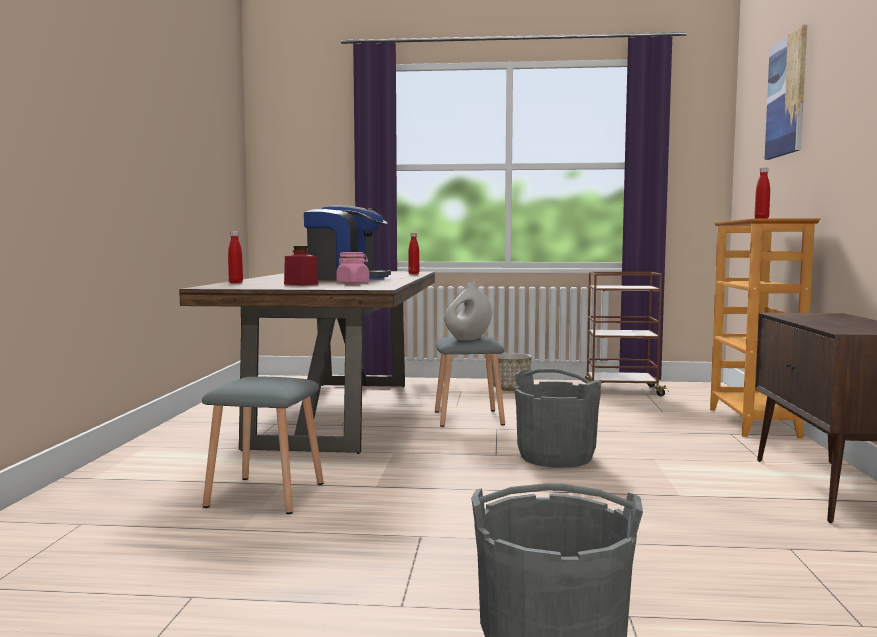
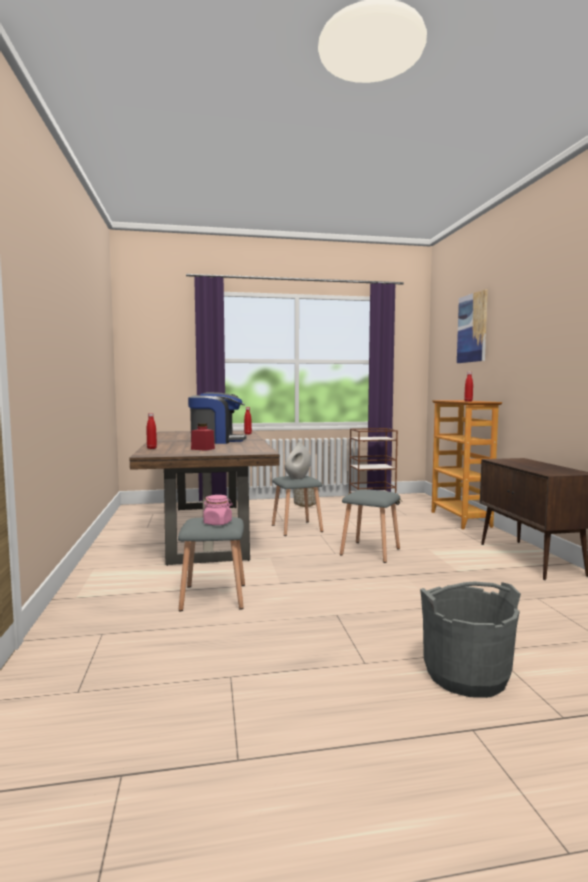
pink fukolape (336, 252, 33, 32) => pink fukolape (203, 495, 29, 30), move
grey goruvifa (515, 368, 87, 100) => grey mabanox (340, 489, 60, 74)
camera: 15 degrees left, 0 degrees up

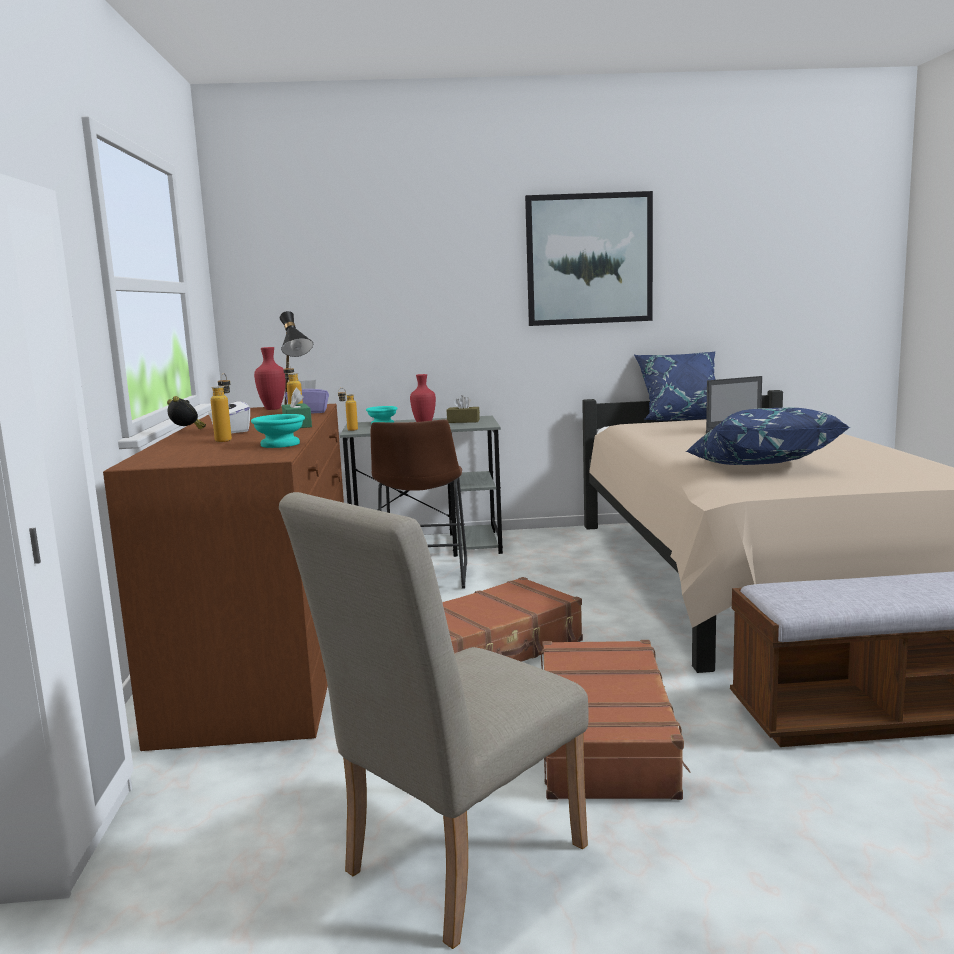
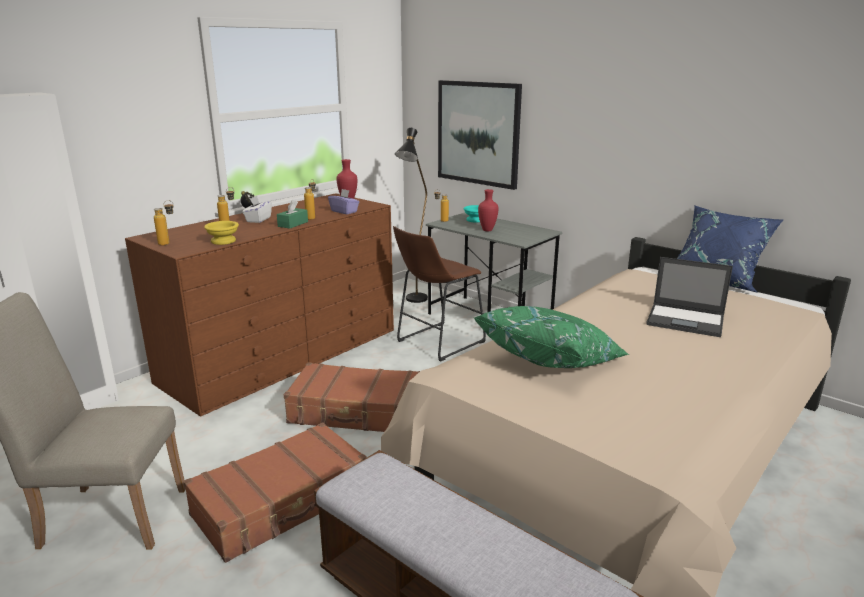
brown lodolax (447, 395, 33, 28) => nothing
nothing => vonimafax (154, 200, 20, 46)
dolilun (525, 191, 128, 135) => dolilun (438, 80, 84, 110), move
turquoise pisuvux (251, 414, 54, 34) => yellow pisuvux (204, 221, 35, 24)
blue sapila (686, 408, 164, 57) => green sapila (473, 306, 156, 62)
camera: 45 degrees right, 10 degrees up

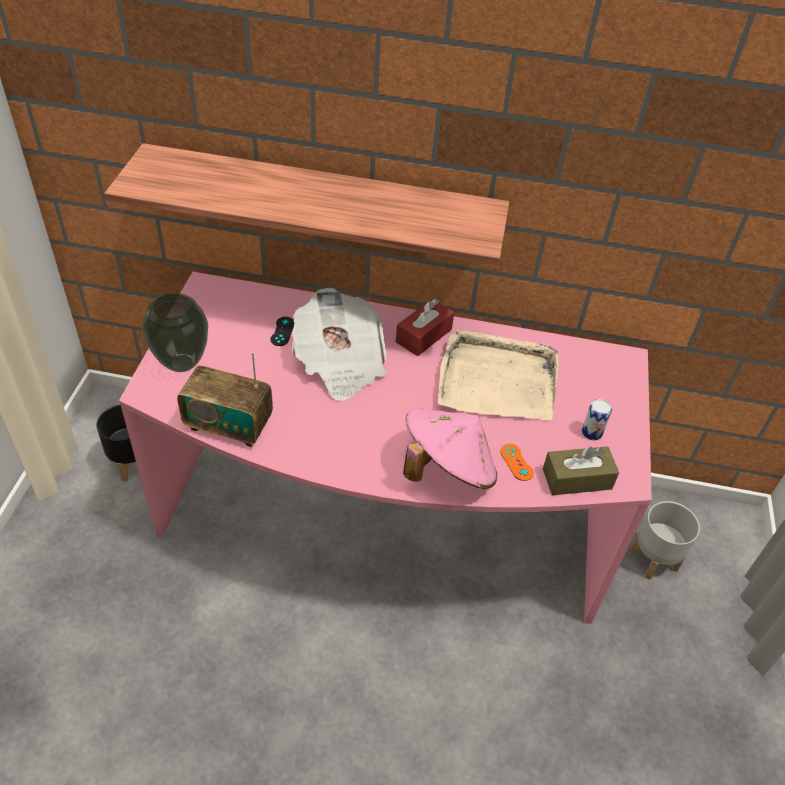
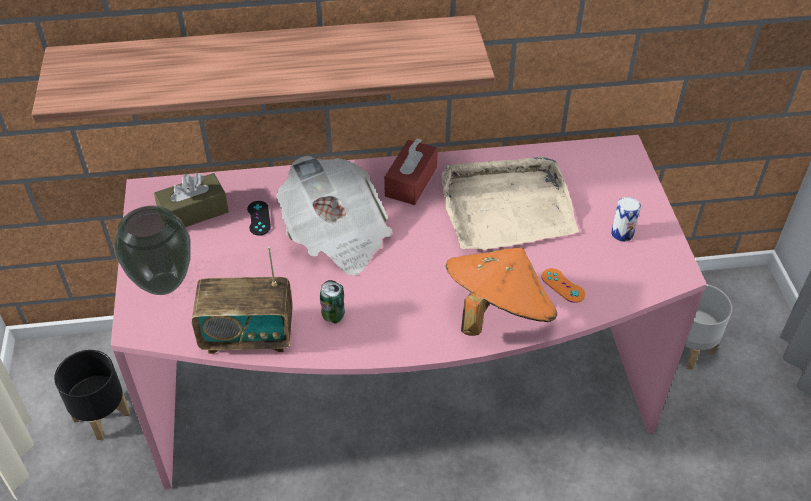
nothing => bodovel (320, 280, 25, 43)
brown lodolax (543, 446, 76, 49) => brown lodolax (154, 173, 75, 54), move
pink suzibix (403, 408, 94, 81) => orange suzibix (446, 247, 111, 89)
camera: 15 degrees left, 0 degrees up

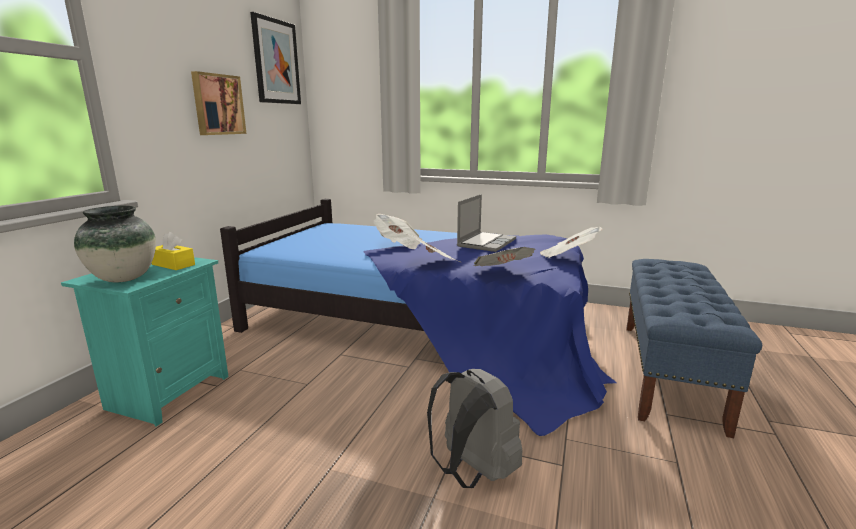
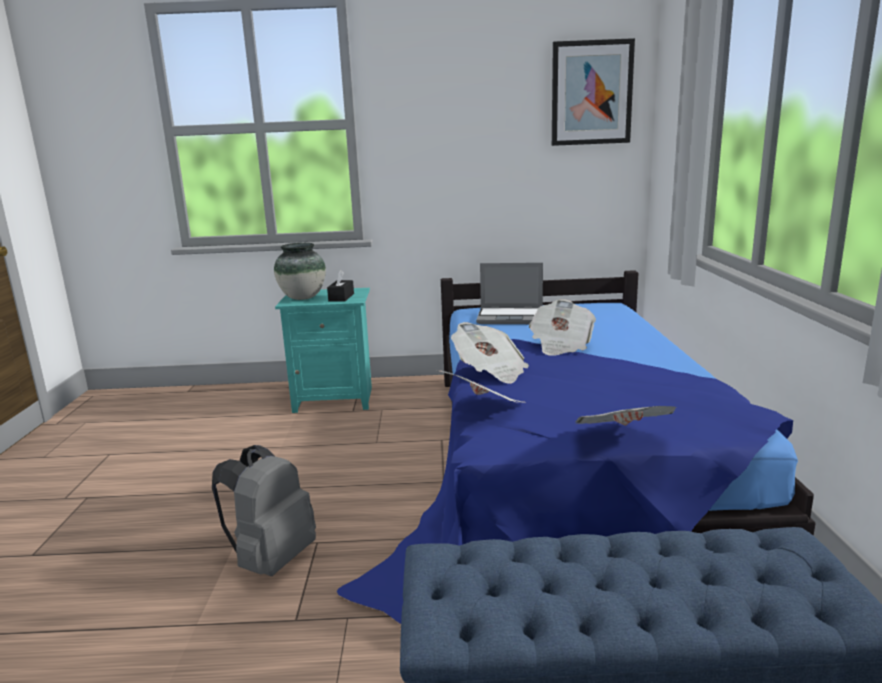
dolilun (191, 71, 55, 64) => nothing
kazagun (457, 194, 59, 58) => kazagun (476, 263, 67, 61), move
yellow lodolax (152, 232, 43, 38) => black lodolax (327, 270, 27, 32)
camera: 70 degrees right, 0 degrees up

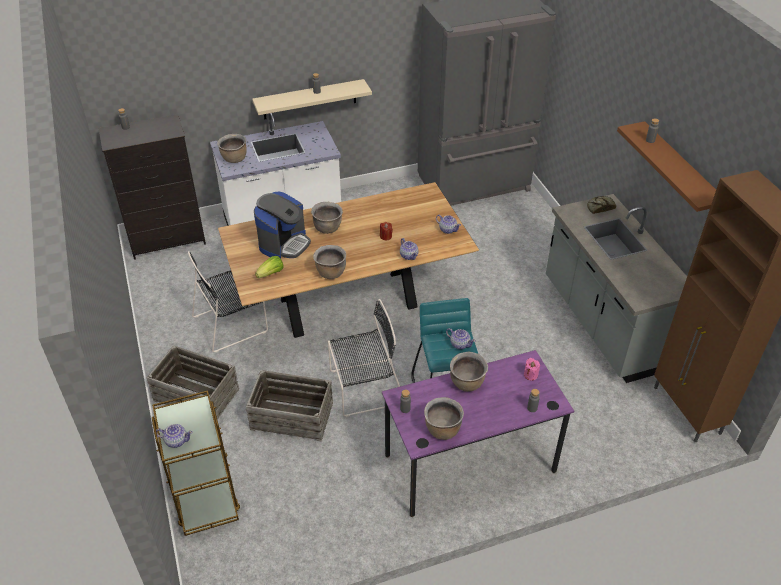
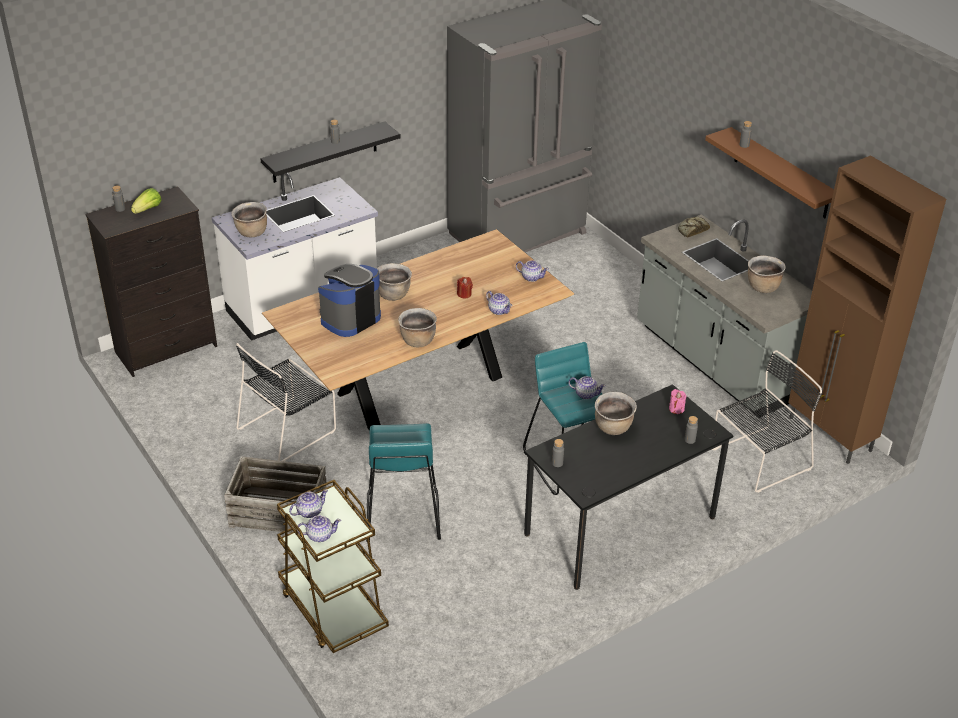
nothing => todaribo (289, 489, 39, 29)
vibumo (255, 256, 29, 22) => vibumo (131, 188, 31, 26), move
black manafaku (328, 299, 72, 118) => black manafaku (712, 350, 110, 143), move
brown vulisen (424, 397, 40, 43) => brown vulisen (748, 255, 38, 38), move
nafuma (246, 370, 87, 71) => turquoise mabanox (366, 423, 75, 119)
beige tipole (252, 79, 120, 40) => black tipole (260, 121, 141, 62)
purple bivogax (382, 350, 192, 167) => black bivogax (524, 384, 210, 206)
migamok (254, 191, 57, 68) => migamok (318, 264, 63, 73), 150 degrees counterclockwise
camera: 15 degrees left, 5 degrees down

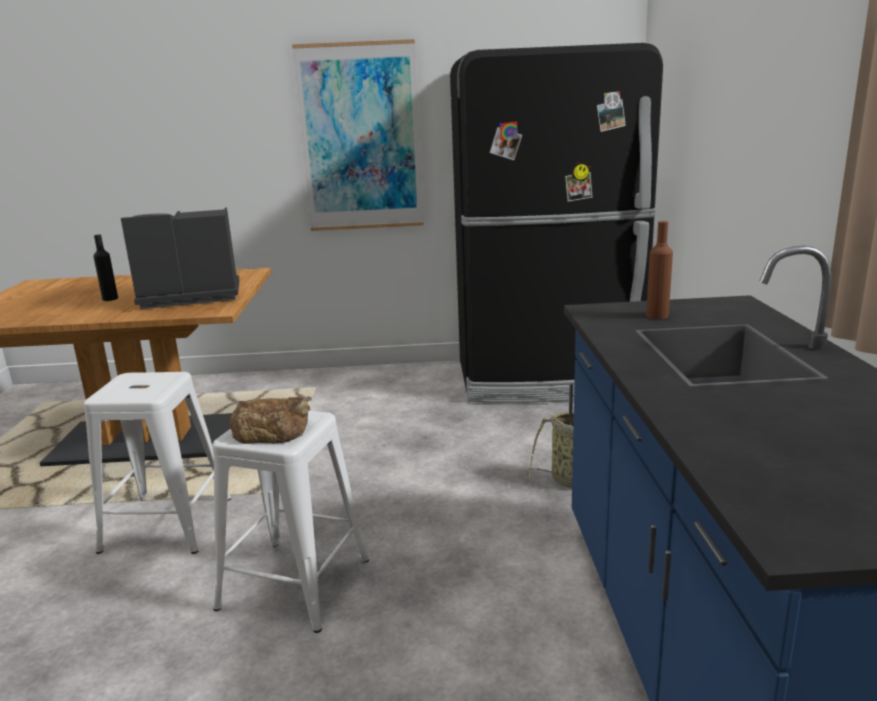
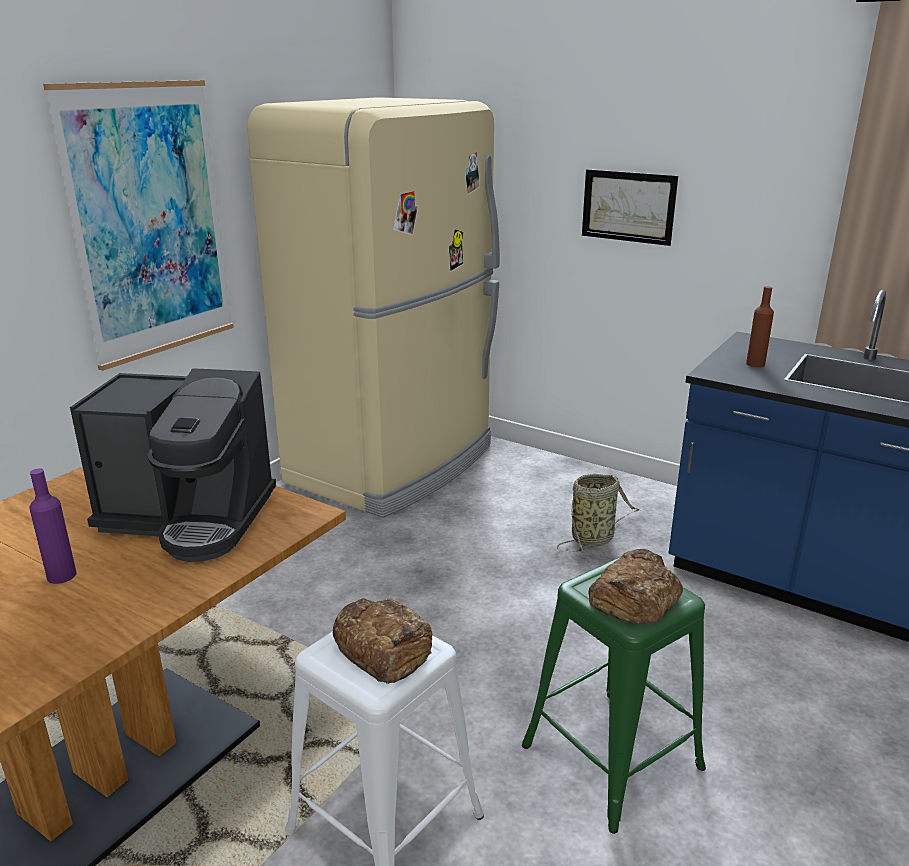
nothing => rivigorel (333, 598, 100, 86)
nothing => dolilun (582, 169, 96, 77)
black vonimafax (93, 235, 25, 66) => purple vonimafax (29, 468, 47, 116)
white mabanox (212, 411, 157, 222) => green mabanox (522, 556, 184, 278)
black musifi (450, 43, 213, 360) => beige musifi (247, 97, 253, 421)
migamok (121, 207, 118, 102) => migamok (70, 368, 206, 194), 105 degrees counterclockwise
camera: 55 degrees left, 5 degrees up

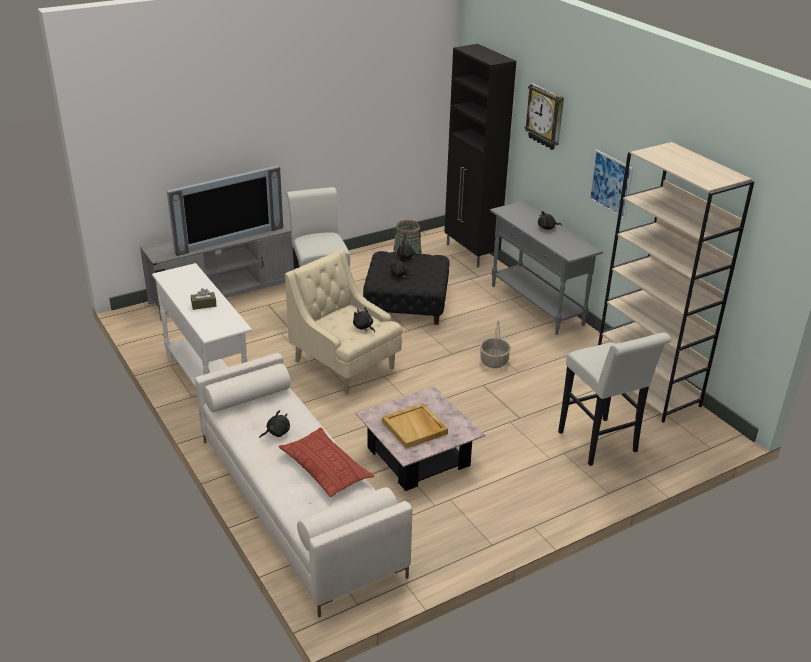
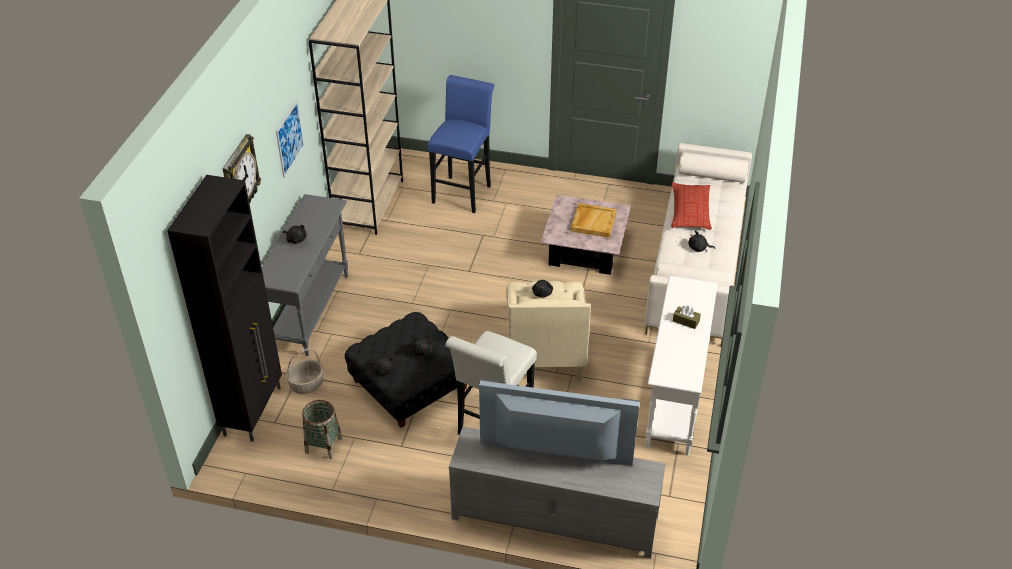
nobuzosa (480, 321, 31, 47) => nobuzosa (286, 349, 37, 45), move
white mabanox (558, 332, 113, 134) => blue mabanox (427, 75, 68, 138)
camera: 135 degrees left, 10 degrees up

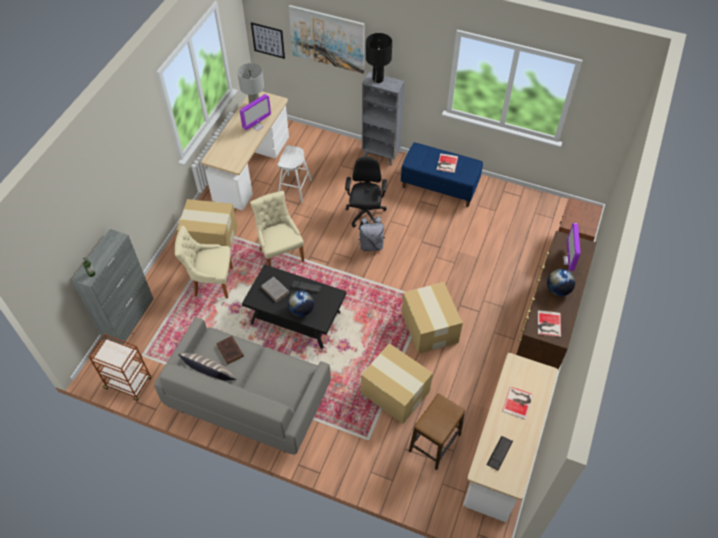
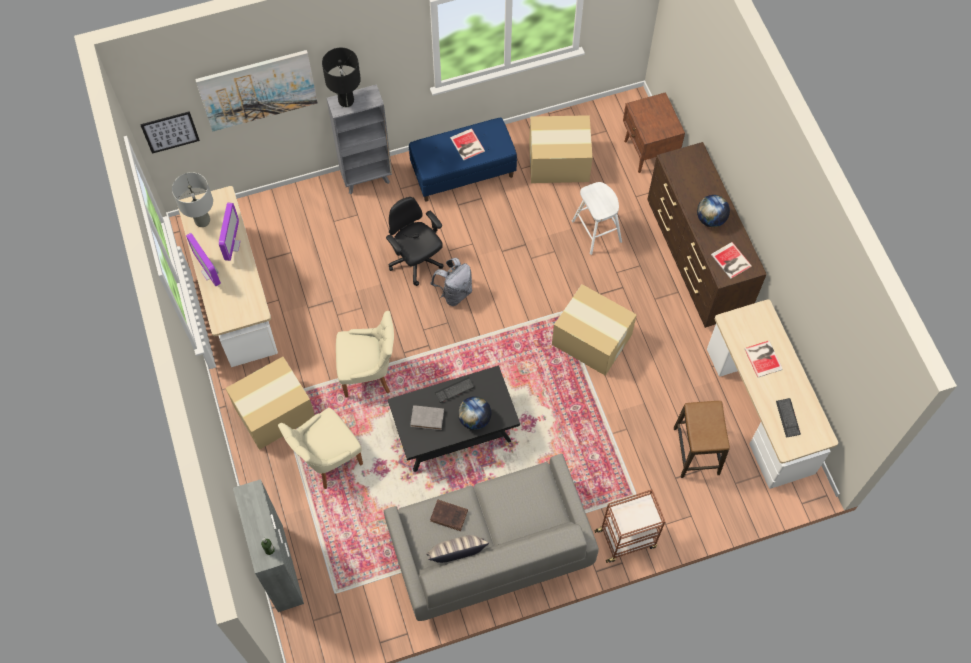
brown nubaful (88, 334, 64, 67) => brown nubaful (594, 489, 71, 74), move
white mabanox (277, 145, 35, 57) => white mabanox (572, 182, 50, 73), move
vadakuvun (361, 343, 72, 81) => vadakuvun (529, 115, 64, 68), move
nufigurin (563, 223, 17, 48) => nufigurin (186, 233, 35, 53), move
beige manafaku (250, 191, 54, 75) => beige manafaku (336, 311, 58, 86), 150 degrees clockwise
camera: 40 degrees left, 10 degrees up

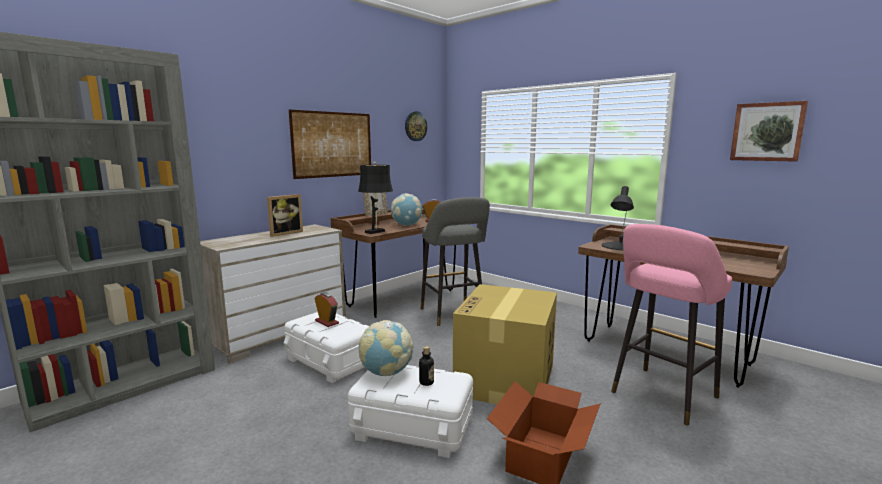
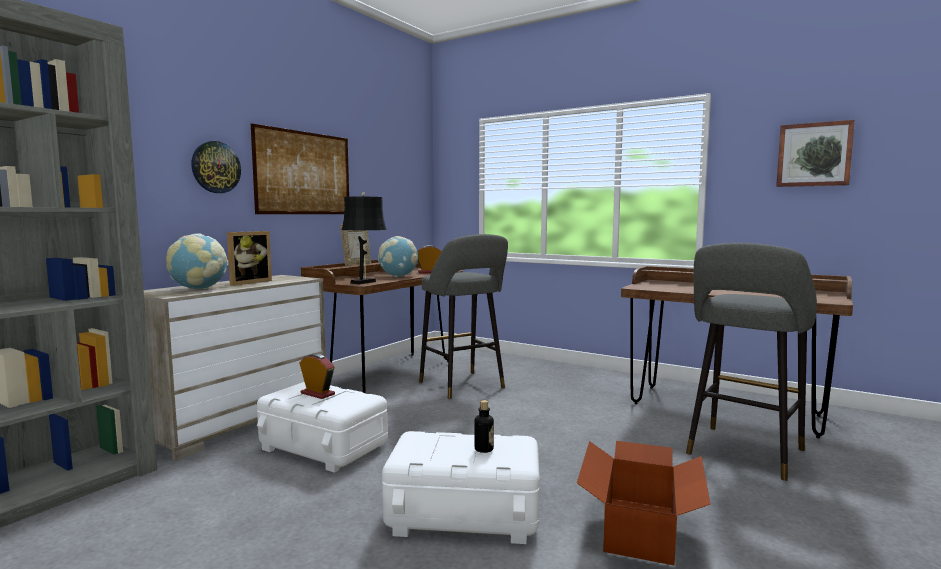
vadakuvun (453, 284, 104, 120) => nothing
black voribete (602, 186, 32, 64) => nothing
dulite (359, 320, 55, 56) => dulite (166, 234, 62, 55), move
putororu (405, 111, 22, 30) => putororu (191, 141, 50, 52), move
pink mabanox (611, 224, 121, 202) => grey mabanox (686, 243, 131, 238)
camera: 10 degrees left, 5 degrees down

